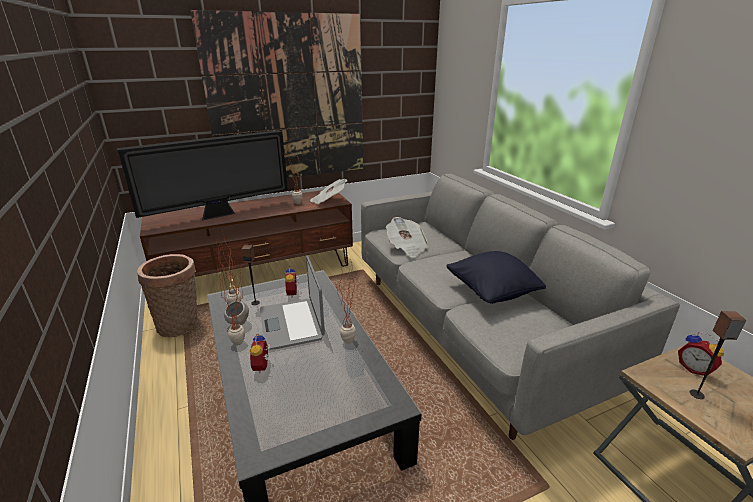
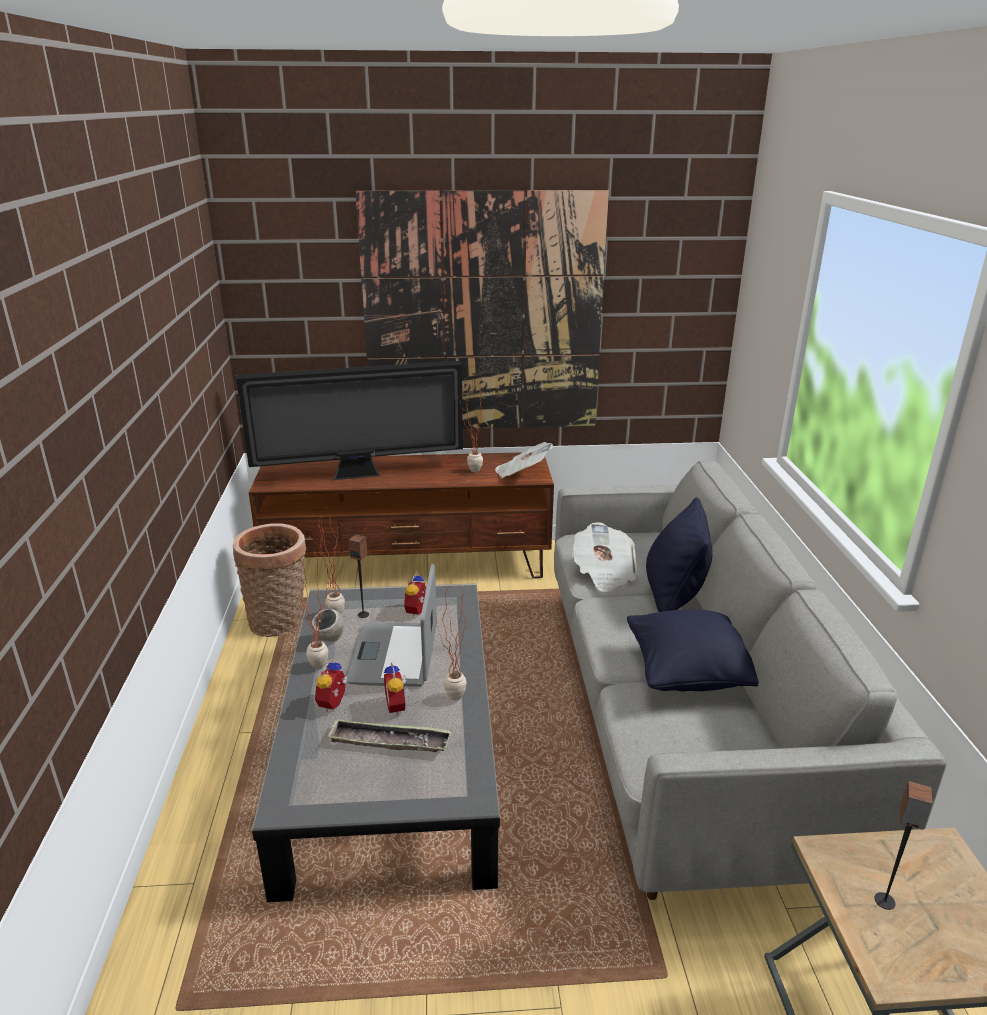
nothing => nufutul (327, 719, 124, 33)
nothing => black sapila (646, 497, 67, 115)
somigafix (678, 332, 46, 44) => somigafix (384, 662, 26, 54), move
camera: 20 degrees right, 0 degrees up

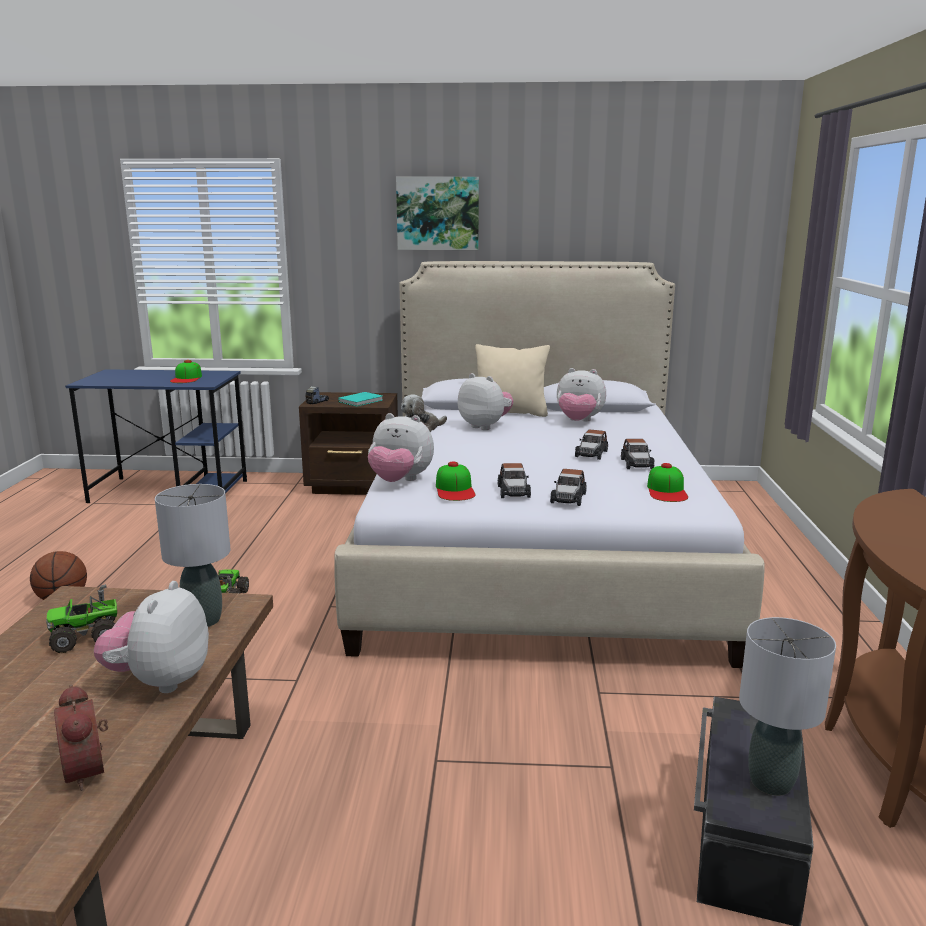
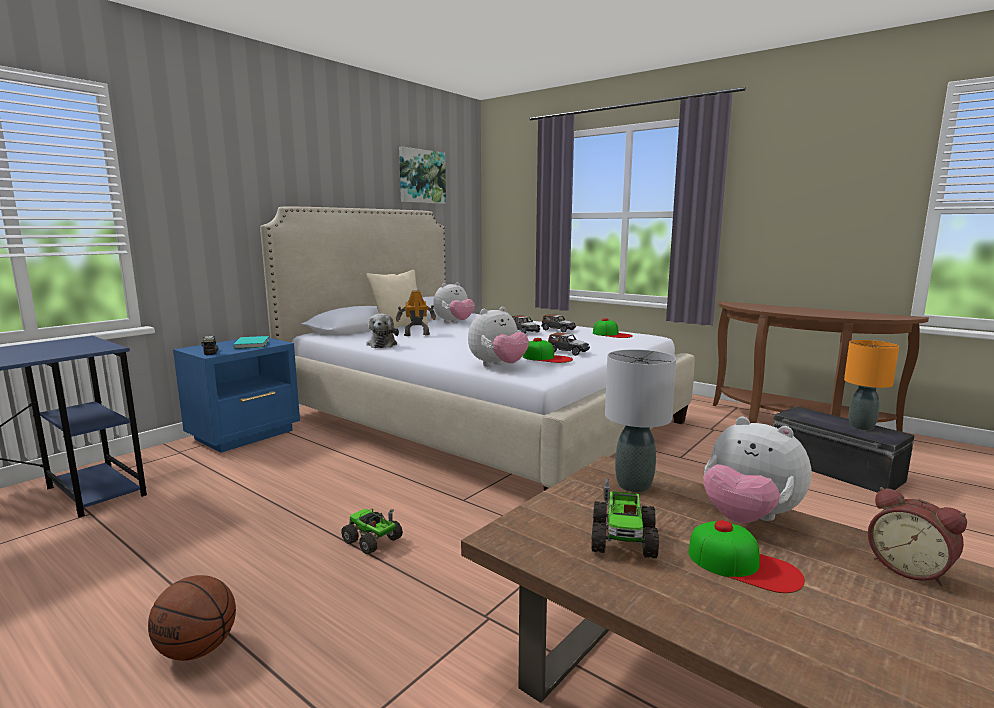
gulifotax (550, 469, 37, 37) => nothing
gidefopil (170, 360, 32, 23) => gidefopil (688, 520, 117, 73), move
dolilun (396, 177, 83, 73) => dolilun (399, 147, 47, 57), move
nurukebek (458, 373, 55, 57) => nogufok (396, 290, 40, 46)
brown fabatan (299, 392, 99, 103) => blue fabatan (173, 336, 127, 117)
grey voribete (739, 617, 97, 179) => orange voribete (844, 340, 55, 90)
somigafix (54, 685, 54, 106) => somigafix (868, 487, 99, 99), 45 degrees clockwise
camera: 55 degrees left, 5 degrees down

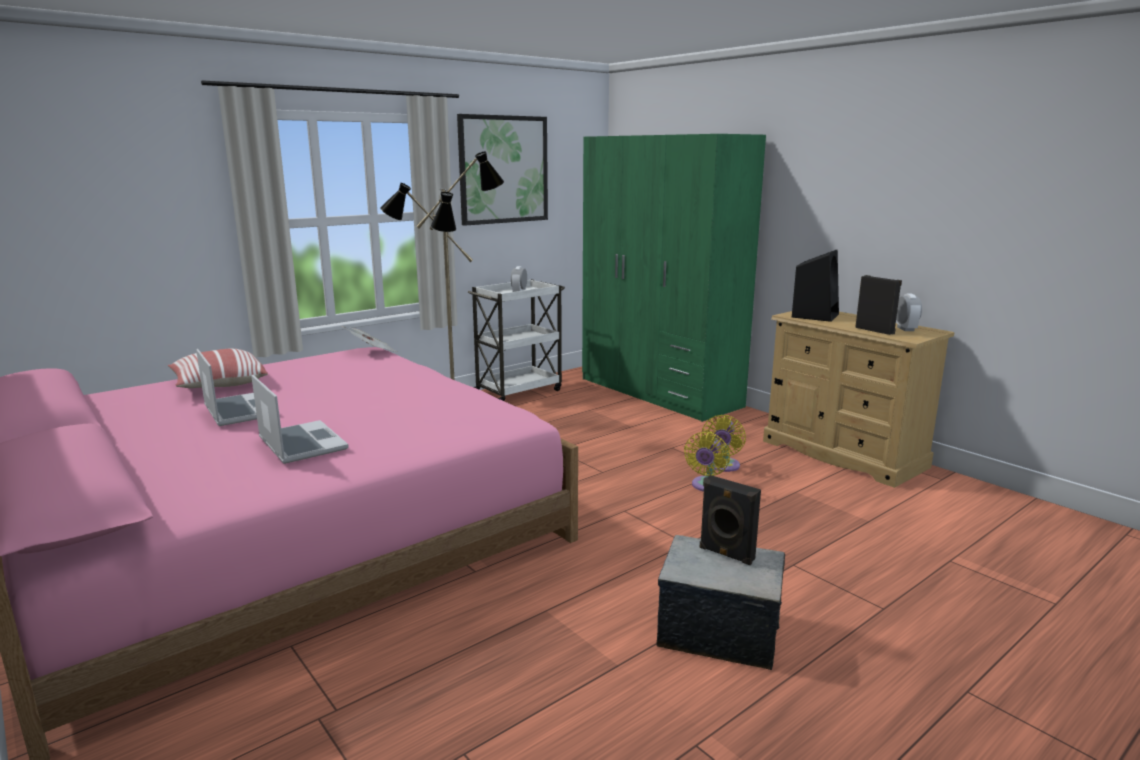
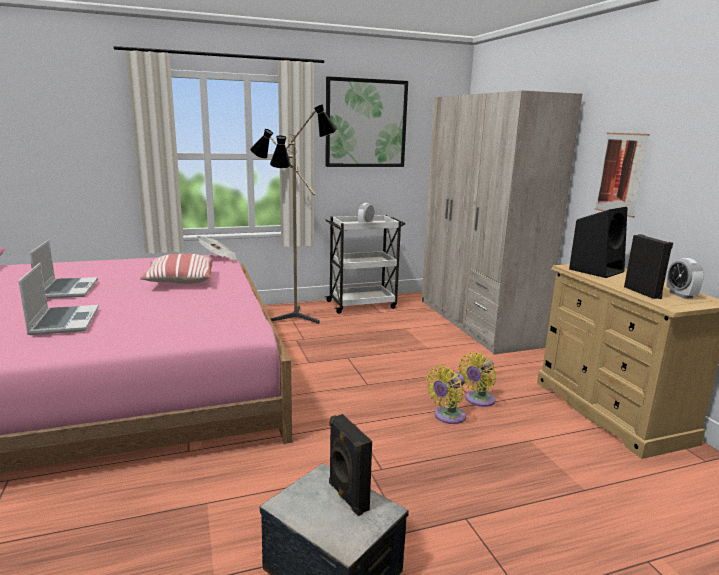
nothing => dolilun (595, 133, 54, 85)
sapila (168, 349, 100, 39) => sapila (140, 254, 73, 30), move
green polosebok (582, 134, 184, 288) => beige polosebok (422, 90, 160, 265)
somigafix (896, 294, 26, 37) => somigafix (666, 258, 38, 41), 150 degrees clockwise
camera: 20 degrees right, 0 degrees up

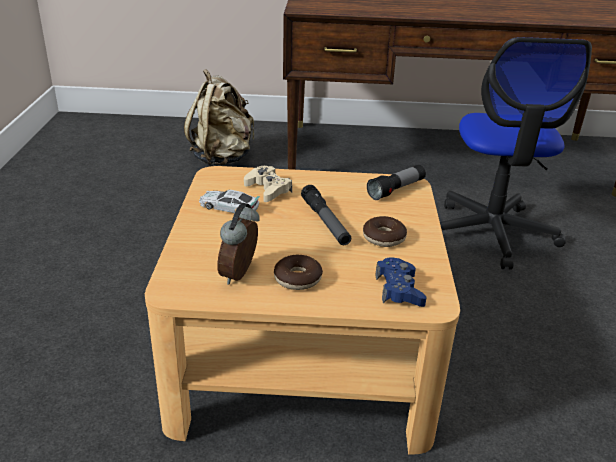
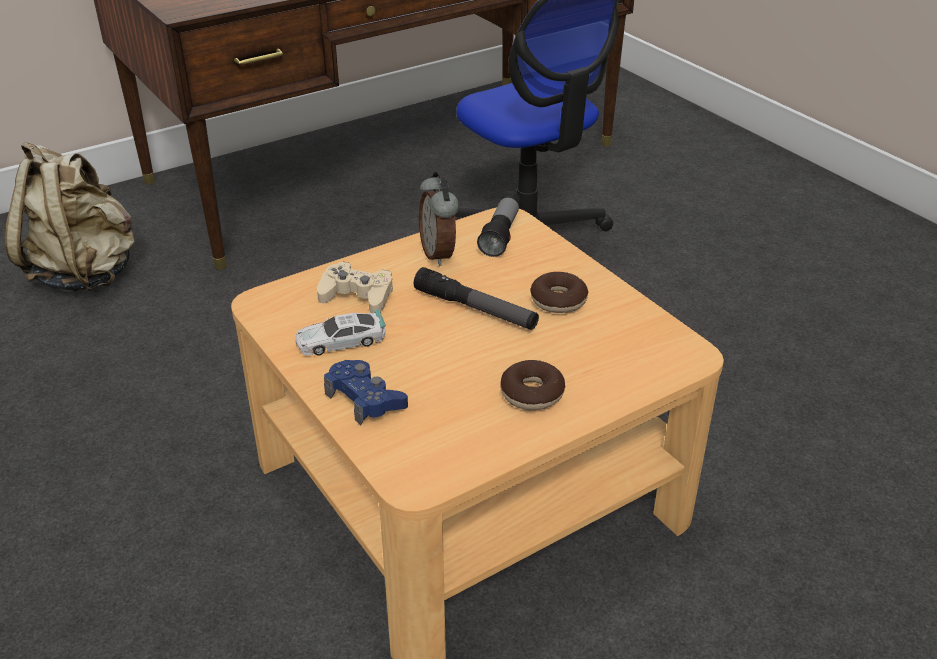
somigafix (217, 203, 43, 82) => somigafix (419, 171, 40, 95), move
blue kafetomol (375, 258, 52, 49) => blue kafetomol (324, 360, 84, 65), move
camera: 35 degrees left, 5 degrees up

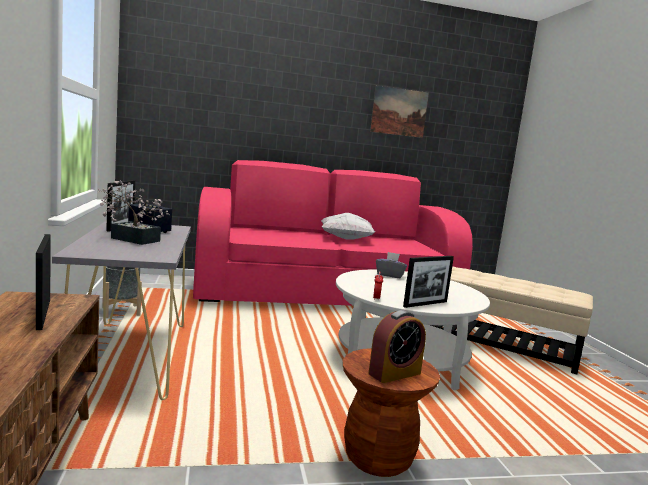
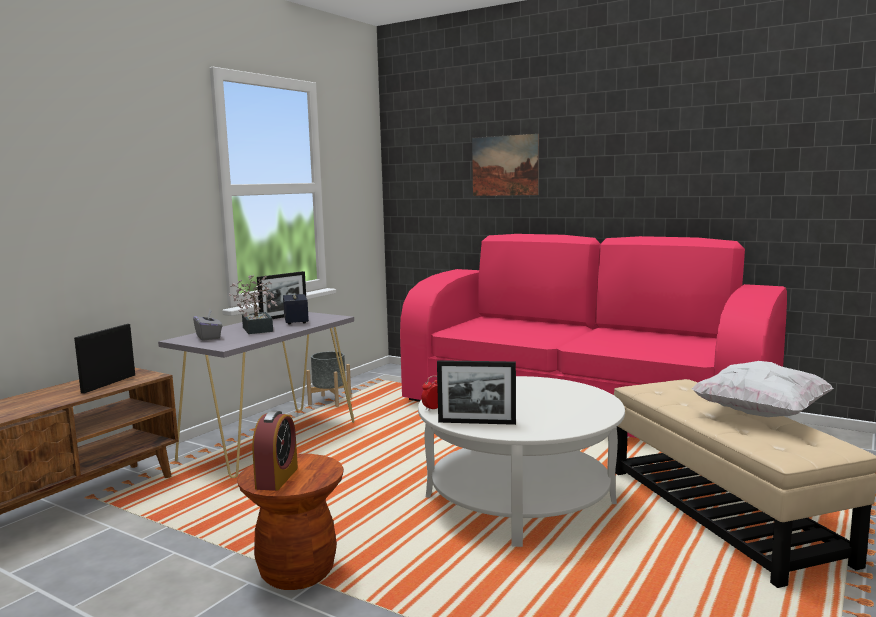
white sapila (321, 213, 54, 27) => white sapila (691, 361, 142, 56), move
dolilun (370, 85, 59, 53) => dolilun (472, 134, 67, 62), move
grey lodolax (376, 252, 31, 26) => grey lodolax (193, 309, 29, 32), move
somigafix (368, 310, 58, 73) => somigafix (252, 411, 46, 80), 90 degrees counterclockwise
camera: 45 degrees right, 0 degrees up

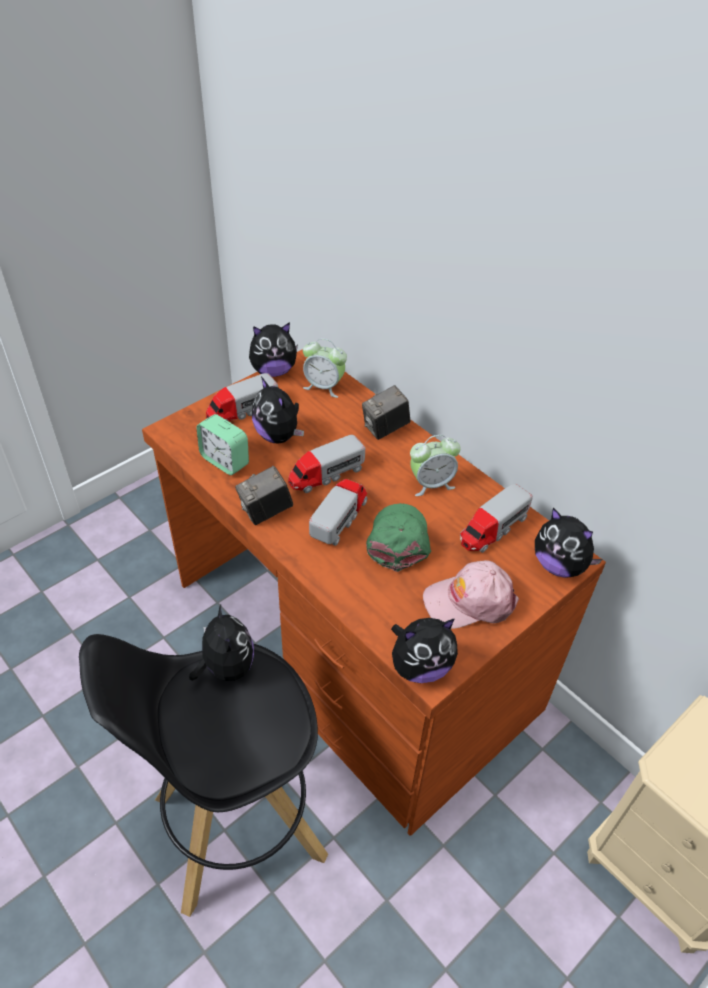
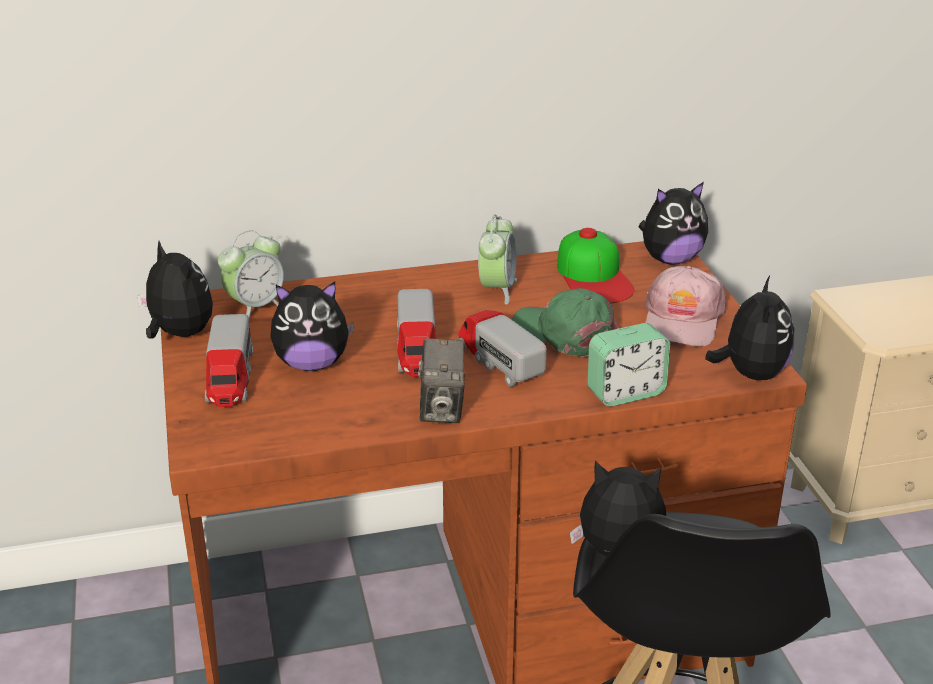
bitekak (362, 385, 48, 55) => nothing
somigafix (196, 414, 53, 61) => somigafix (588, 323, 82, 84), move
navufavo (460, 483, 73, 70) => gidefopil (557, 228, 77, 76)
nurukebek (249, 322, 49, 55) => nurukebek (137, 241, 76, 98), 60 degrees counterclockwise
camera: 60 degrees left, 15 degrees down

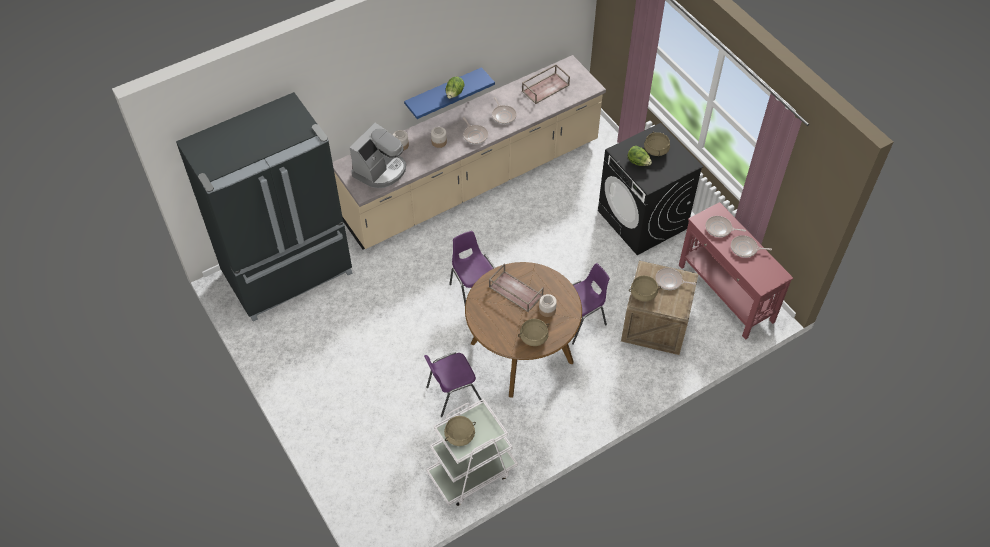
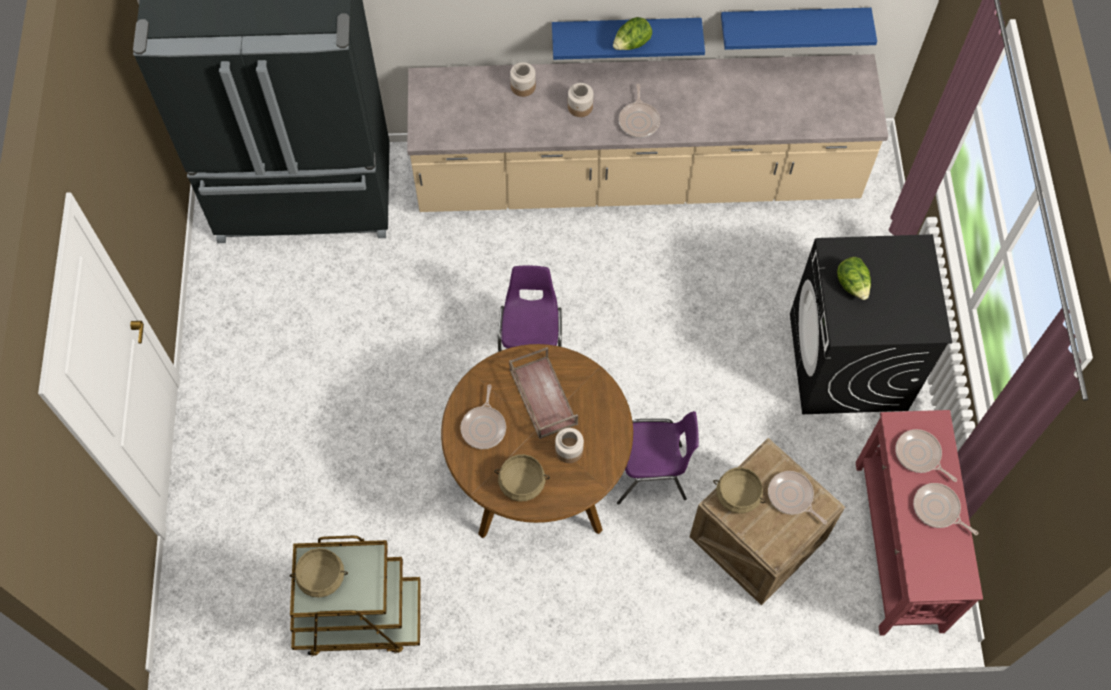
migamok (349, 123, 57, 65) => nothing
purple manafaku (424, 352, 58, 65) => nothing
brown nufutul (522, 64, 48, 40) => nothing
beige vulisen (644, 131, 26, 25) => nothing
nothing => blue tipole (721, 8, 156, 42)
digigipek (492, 97, 25, 27) => digigipek (460, 384, 46, 65), move
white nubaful (426, 399, 92, 107) => brown nubaful (290, 536, 131, 120)
camera: 30 degrees right, 10 degrees up

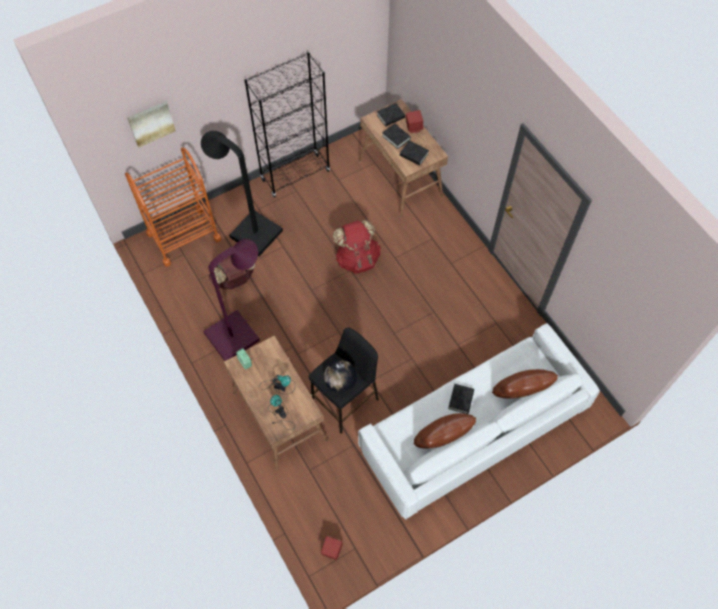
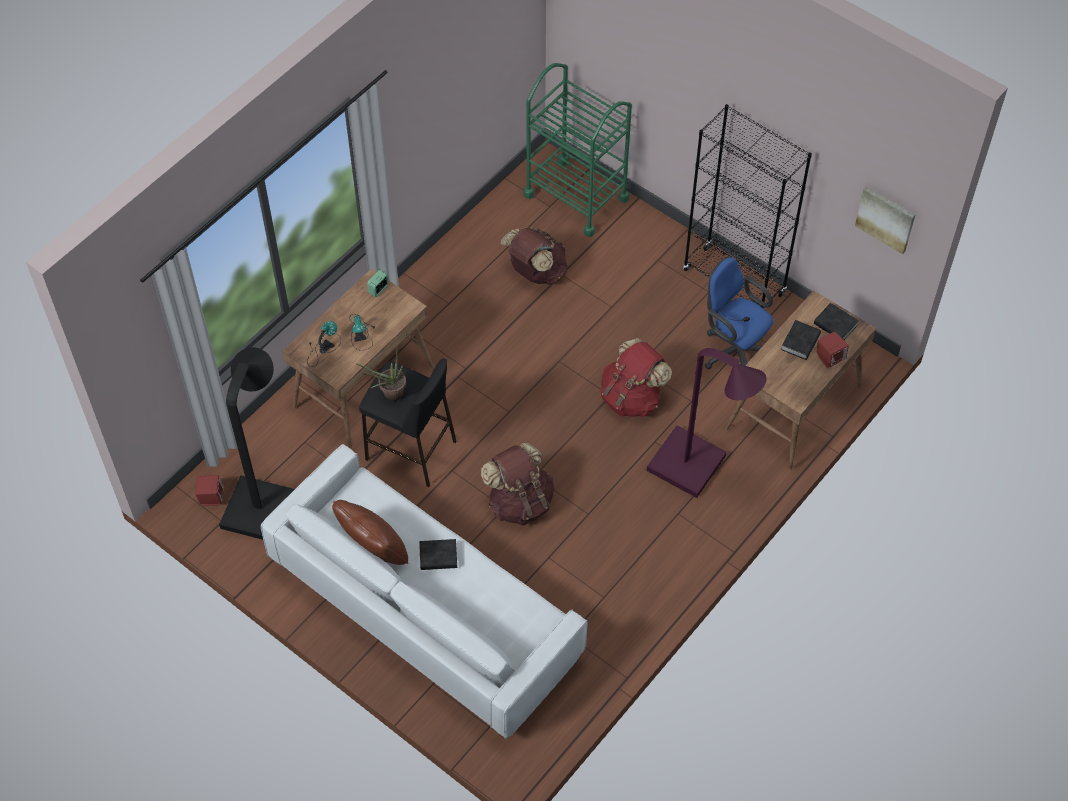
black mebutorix (400, 141, 29, 24) => nothing
brown sapila (492, 369, 66, 30) => nothing
nothing => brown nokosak (481, 442, 74, 84)
nothing => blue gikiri (705, 256, 69, 114)
dolilun (127, 101, 49, 46) => dolilun (855, 186, 60, 68), move
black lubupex (201, 131, 82, 125) => black lubupex (219, 347, 76, 193), move
purple lubupex (203, 239, 57, 122) => purple lubupex (647, 348, 120, 150), move
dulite (324, 360, 33, 33) => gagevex (357, 348, 49, 53)
orange nubaful (125, 148, 96, 119) => green nubaful (523, 63, 109, 174)
camera: 70 degrees right, 5 degrees down

